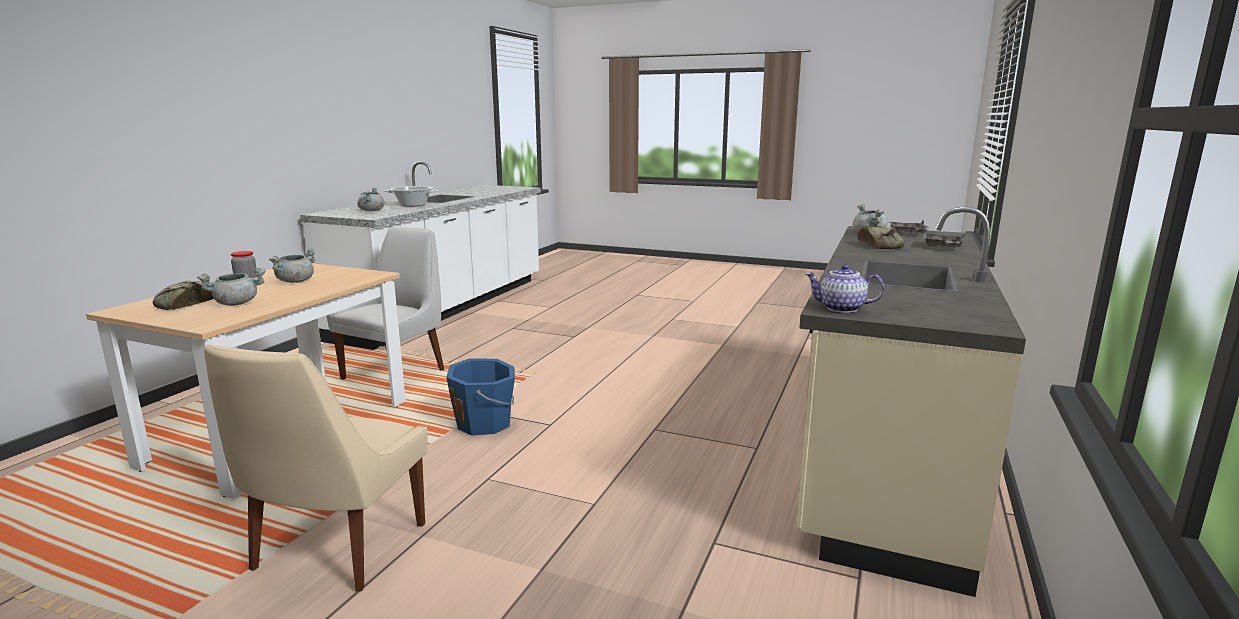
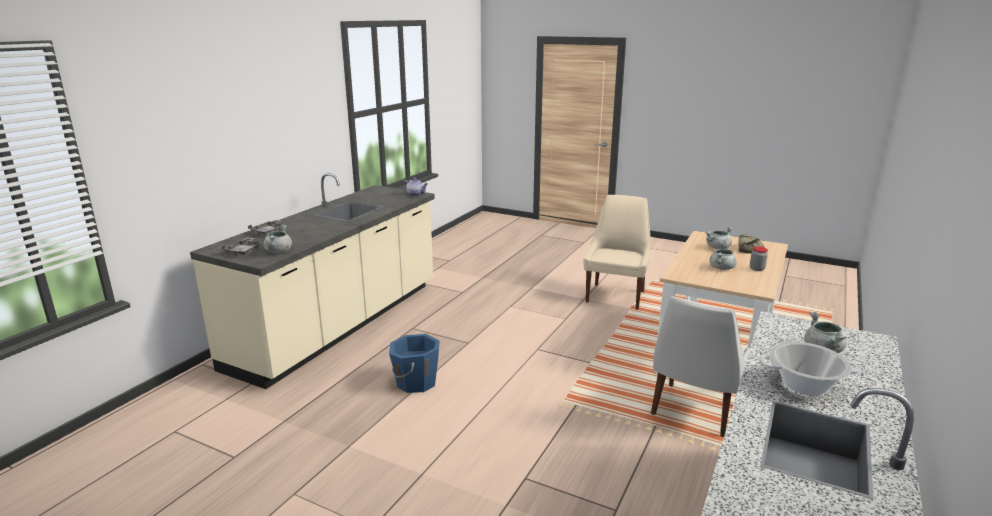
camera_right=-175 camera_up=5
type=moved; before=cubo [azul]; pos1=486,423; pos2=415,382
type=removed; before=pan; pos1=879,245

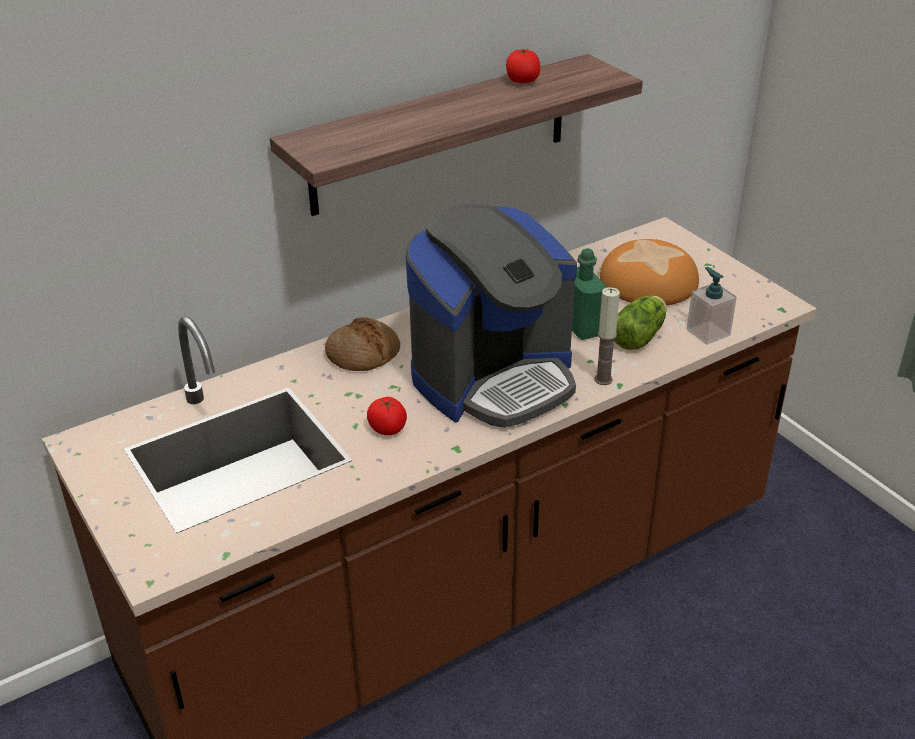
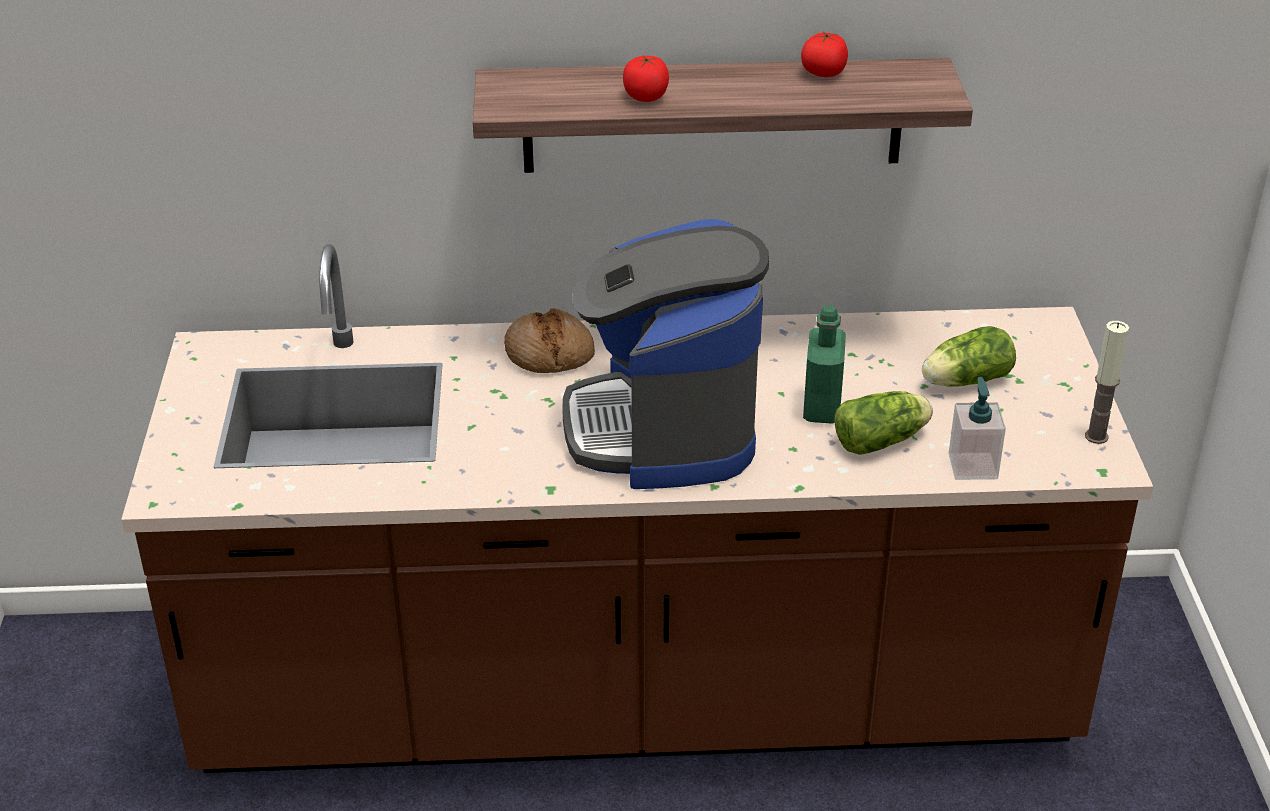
camera_right=30 camera_up=0
type=turned; before=cafetera; pos1=494,378; pos2=664,429; turn=90
type=moved; before=tomate; pos1=388,428; pos2=646,97
type=replaced; before=pan; after=lechuga; pos1=649,282; pos2=963,381
type=moved; before=vela; pos1=603,379; pos2=1096,436

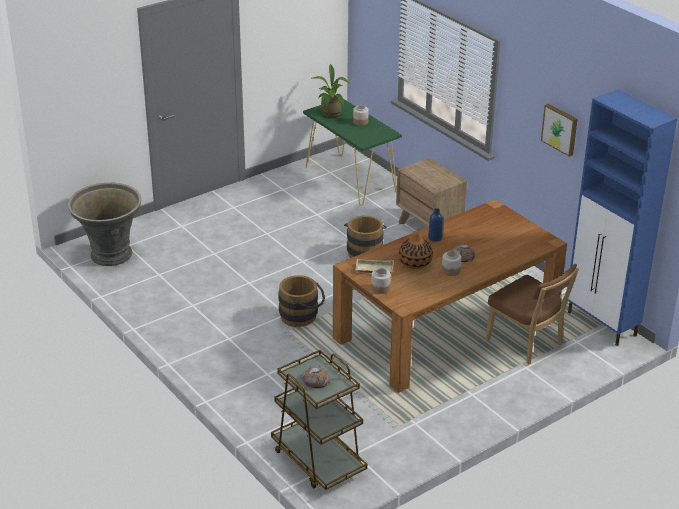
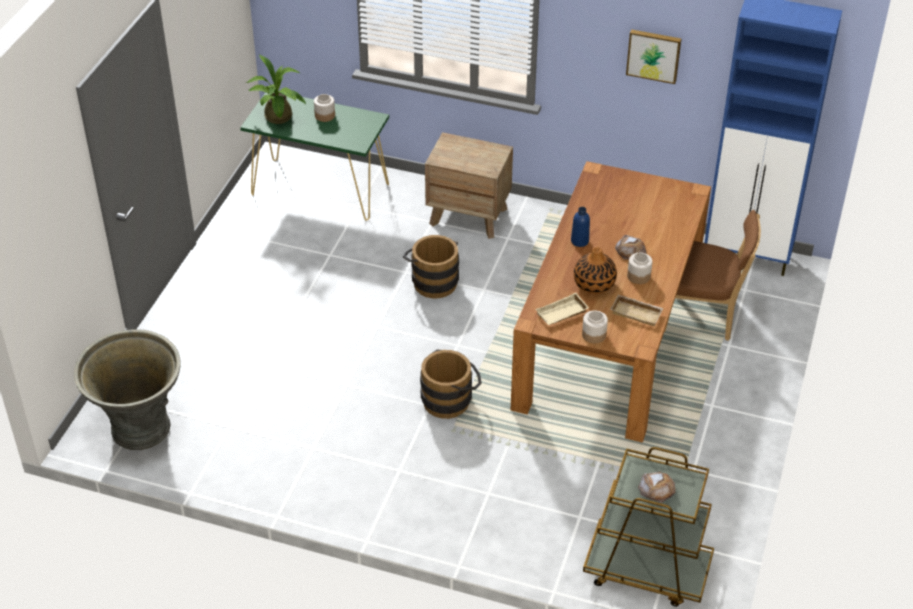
camera_right=-35 camera_up=10
type=added; after=bandeja [beis]; pos2=637,312

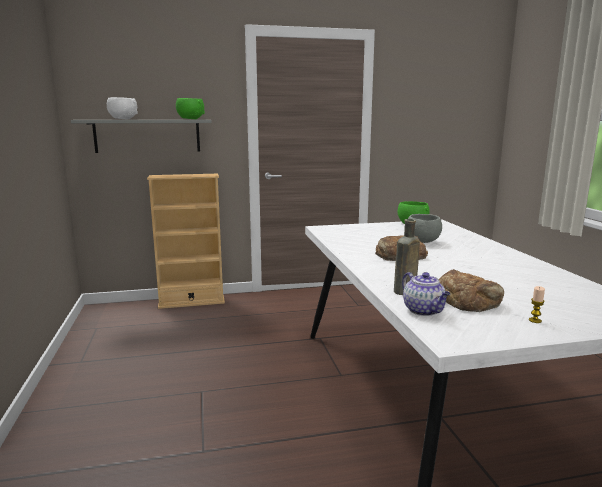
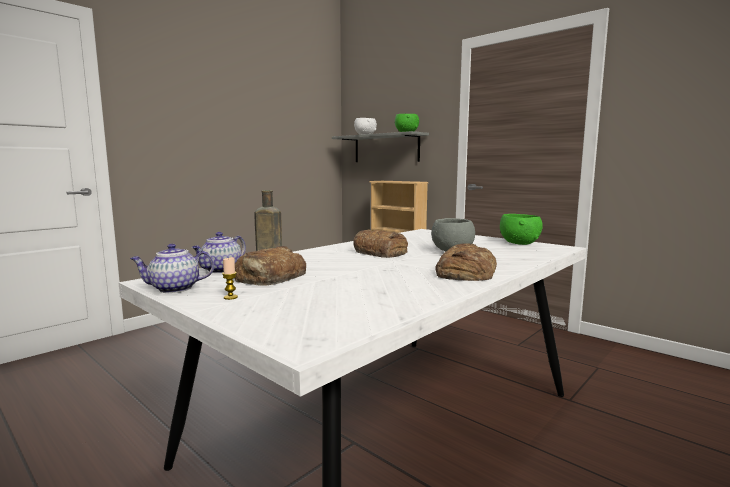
camera_right=55 camera_up=-5
type=added; after=tetera; pos2=174,289
type=added; after=pan; pos2=465,272

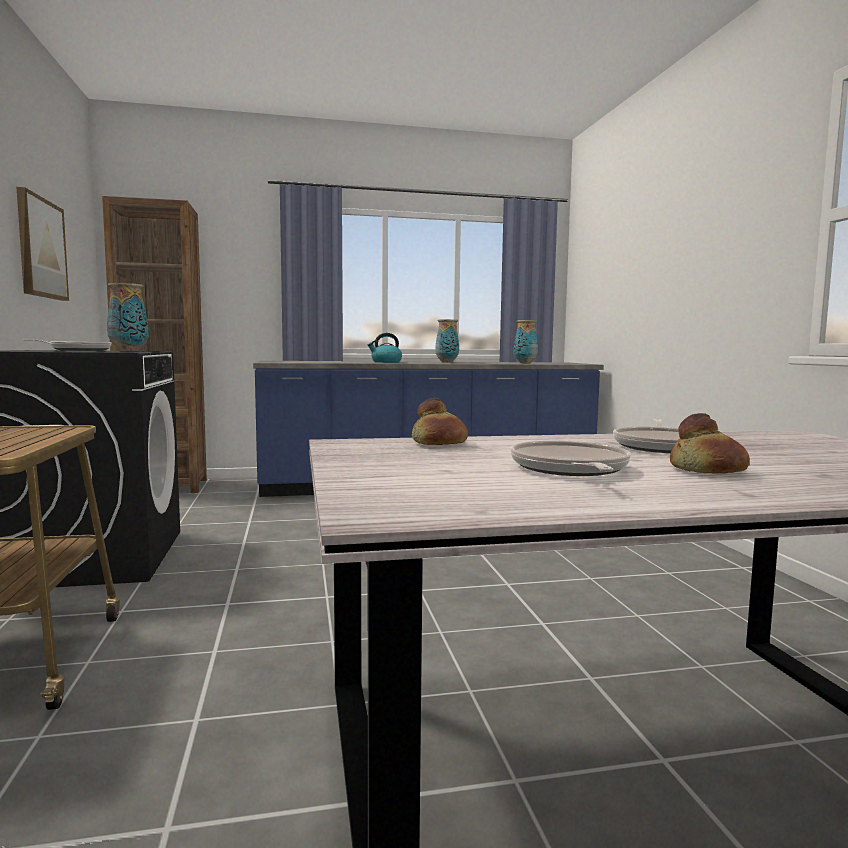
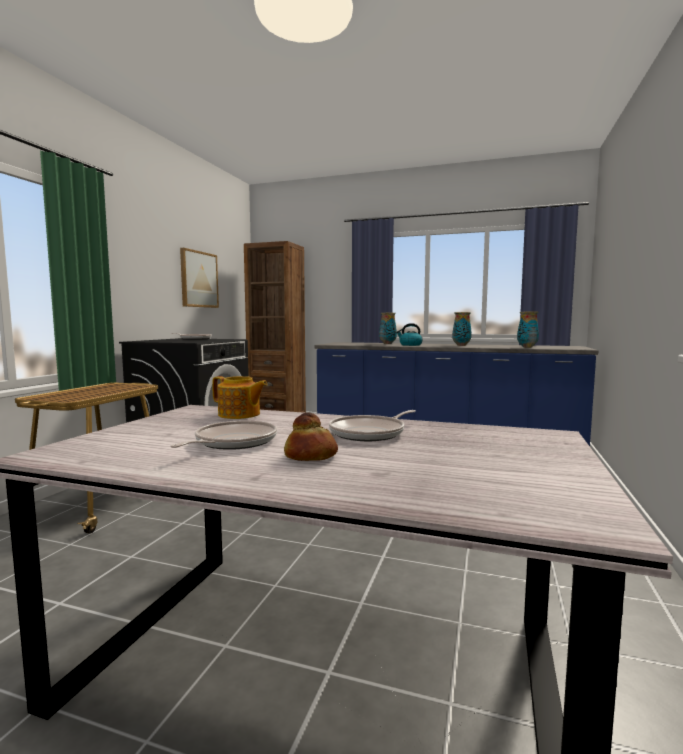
camera_right=30 camera_up=0
type=replaced; before=pan; after=tetera; pos1=438,443; pos2=239,415
type=moved; before=florero; pos1=129,351; pos2=387,343

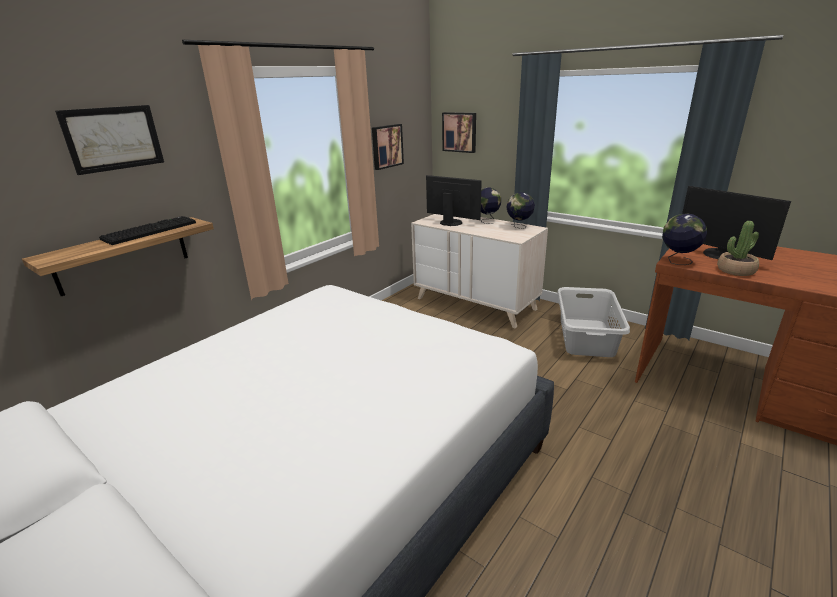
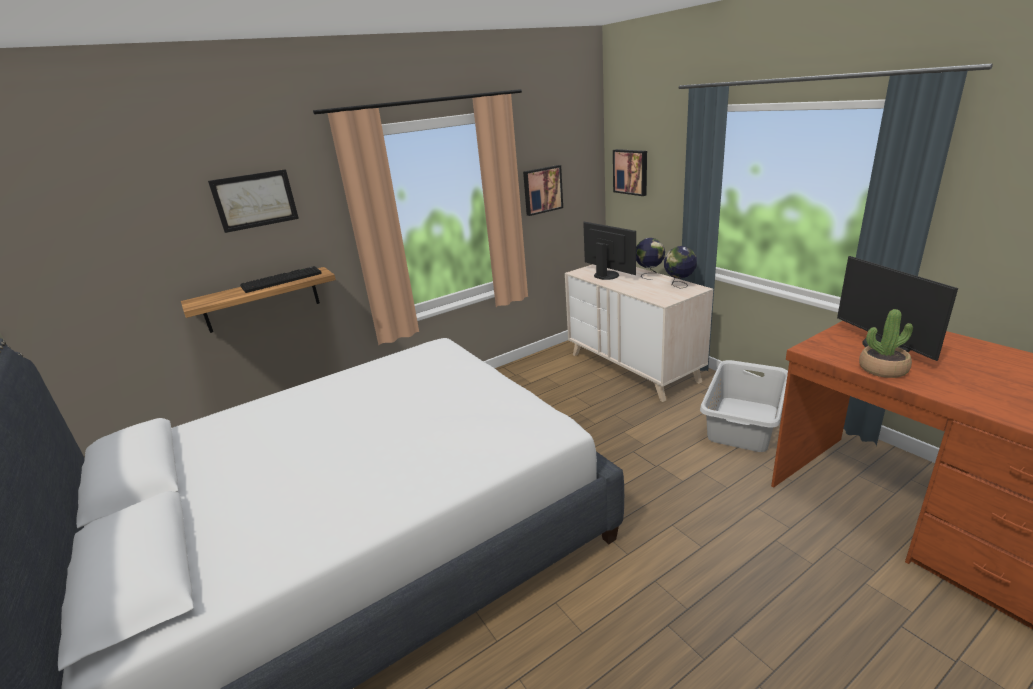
camera_right=20 camera_up=0
type=removed; before=globo terráqueo; pos1=677,261

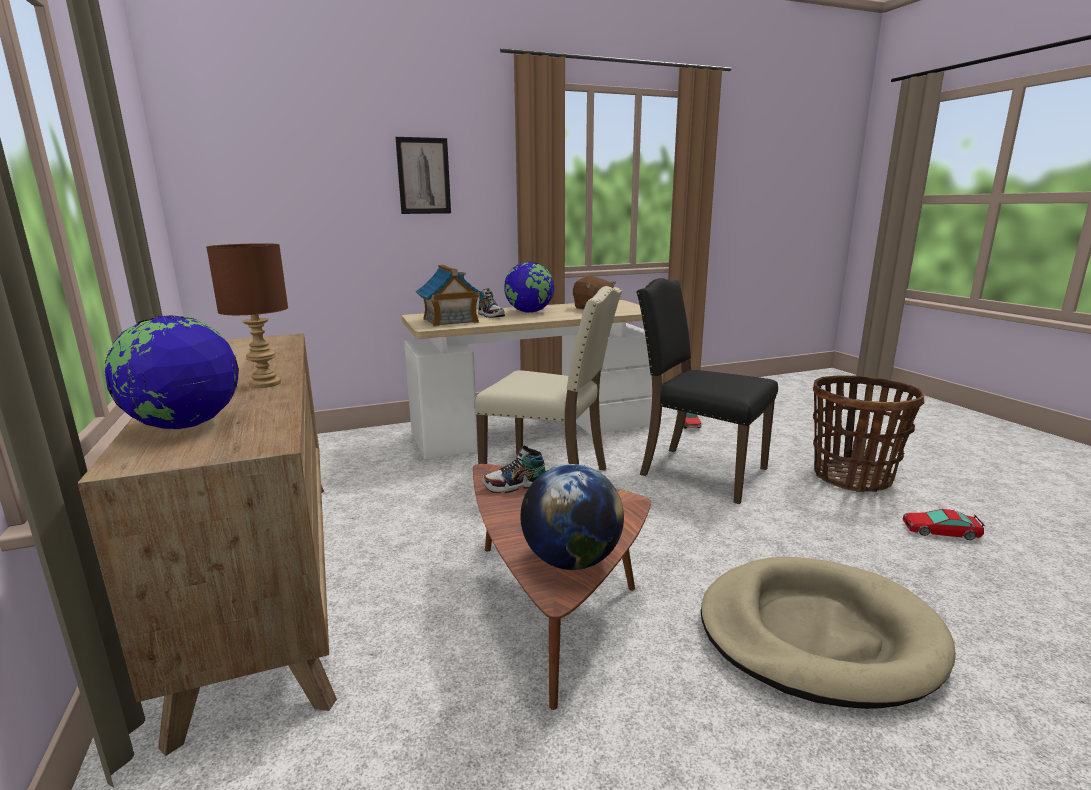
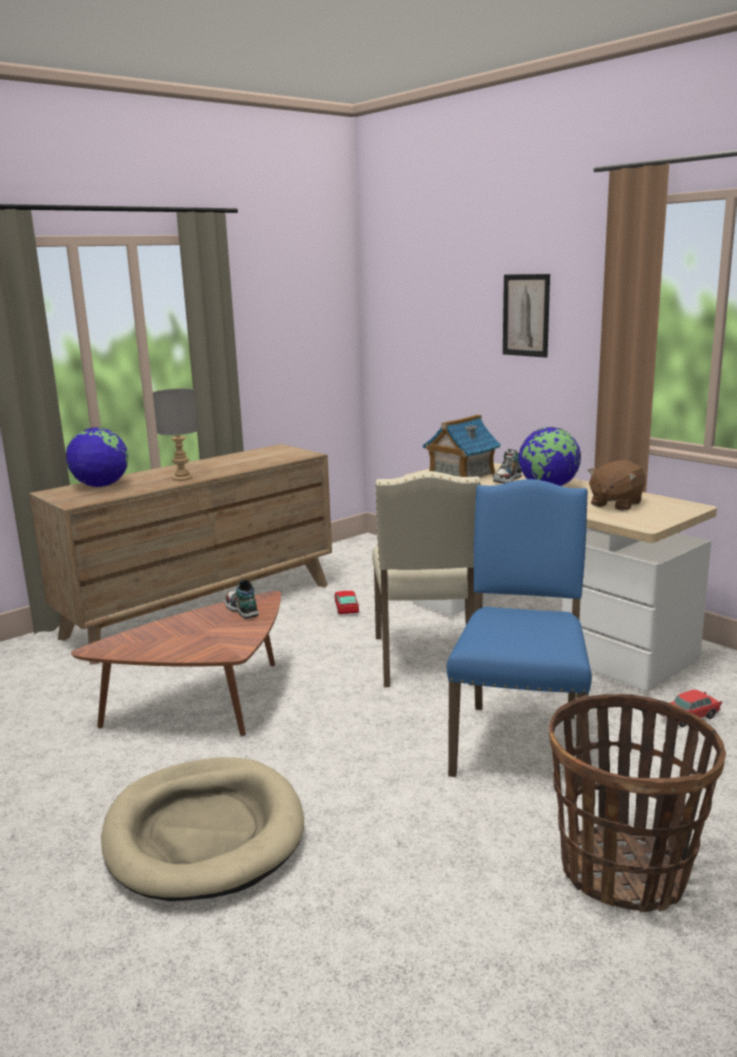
camera_right=70 camera_up=0
type=recoloured; before=lámpara de mesa [marrón]; after=lámpara de mesa [gris]; pos1=266,383; pos2=183,478
type=moved; before=coche de juguete; pos1=940,531; pos2=347,607
type=recoloured; before=silla [negro]; after=silla [azul]; pos1=699,472; pos2=520,742
type=removed; before=globo terráqueo; pos1=571,561

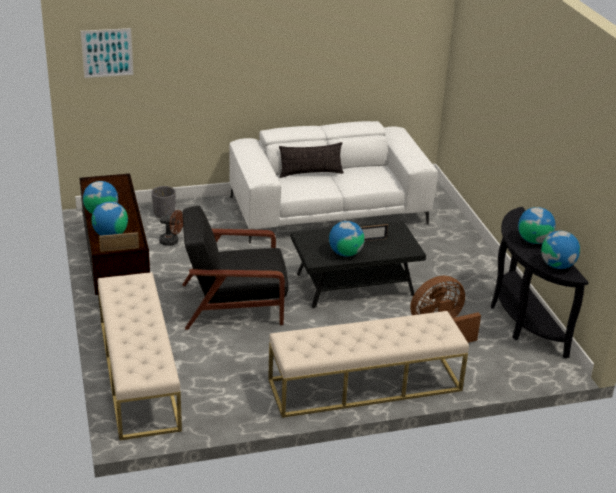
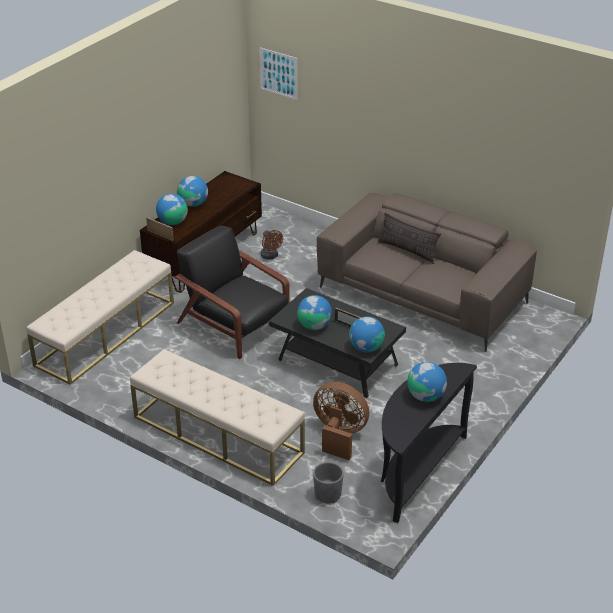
camera_right=50 camera_up=5
type=moved; before=maceta [gris]; pos1=164,213; pos2=327,494
type=recoloured; before=sofá [blanco]; after=sofá [marrón]; pos1=328,211; pos2=422,295
type=moved; before=globo terráqueo; pos1=557,265; pos2=366,348

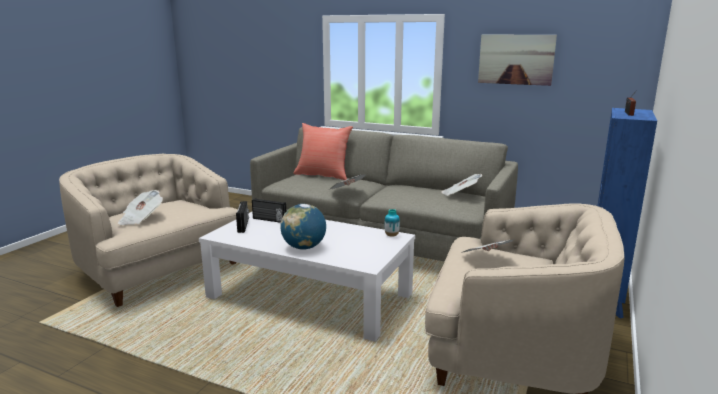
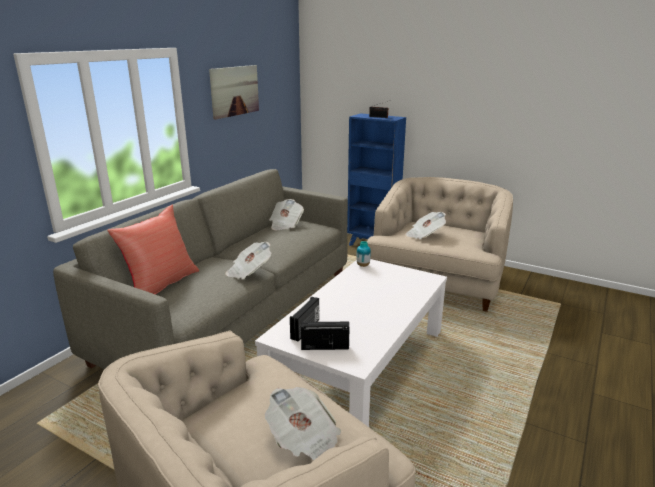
camera_right=-85 camera_up=5
type=removed; before=globo terráqueo; pos1=304,247

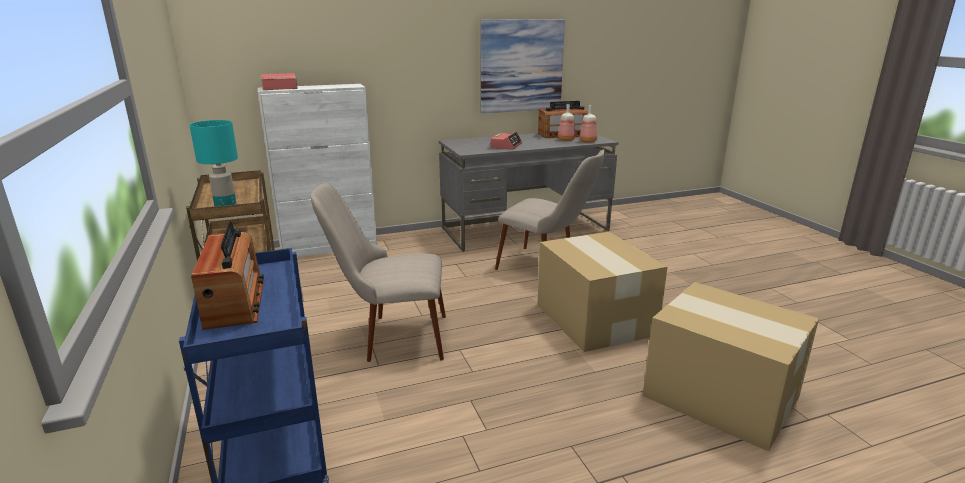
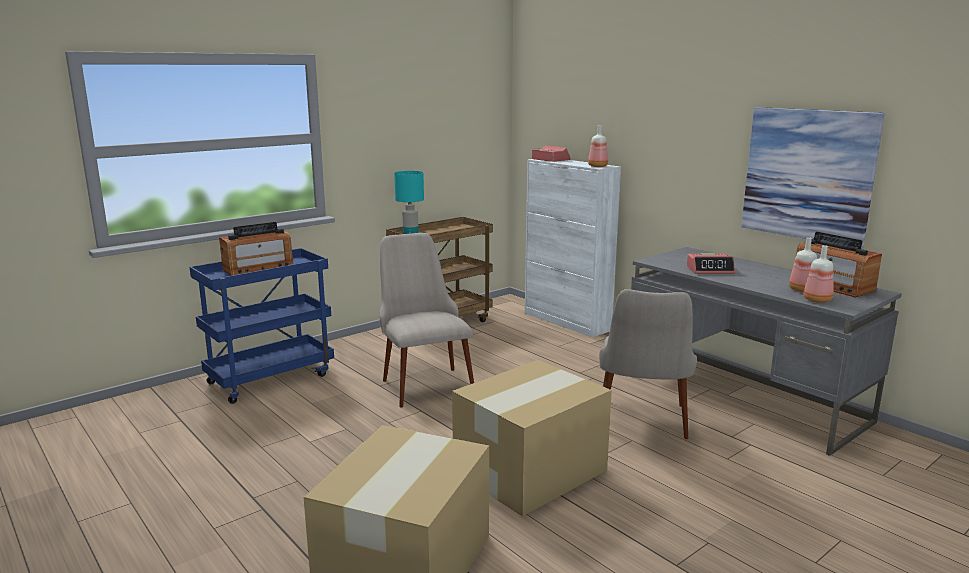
camera_right=70 camera_up=-5
type=added; after=botella; pos2=598,166

